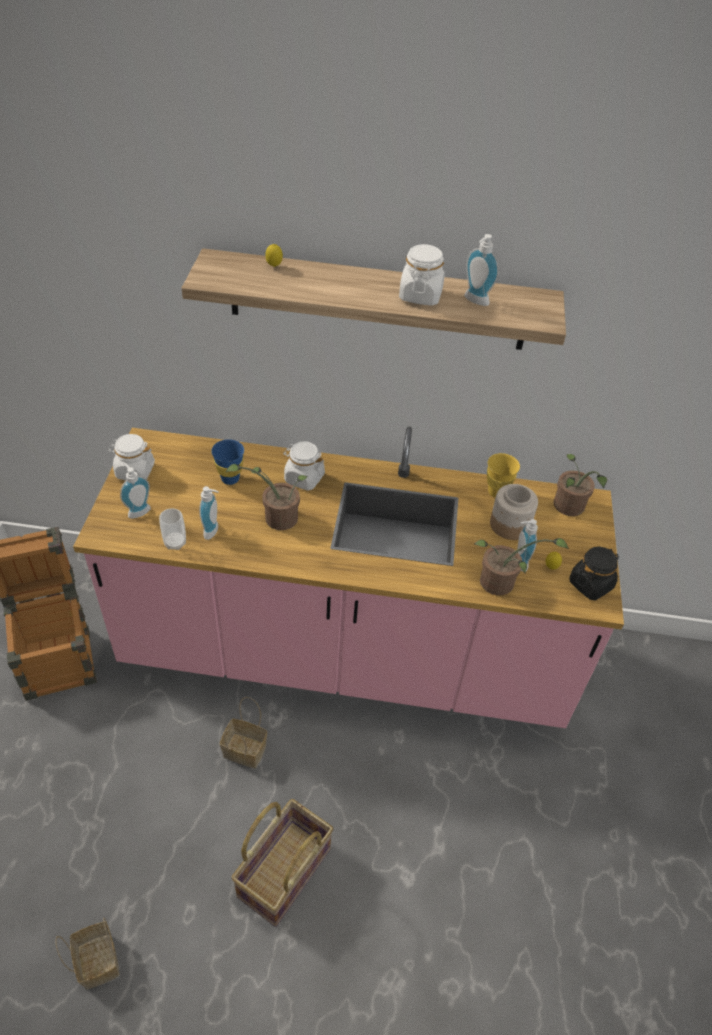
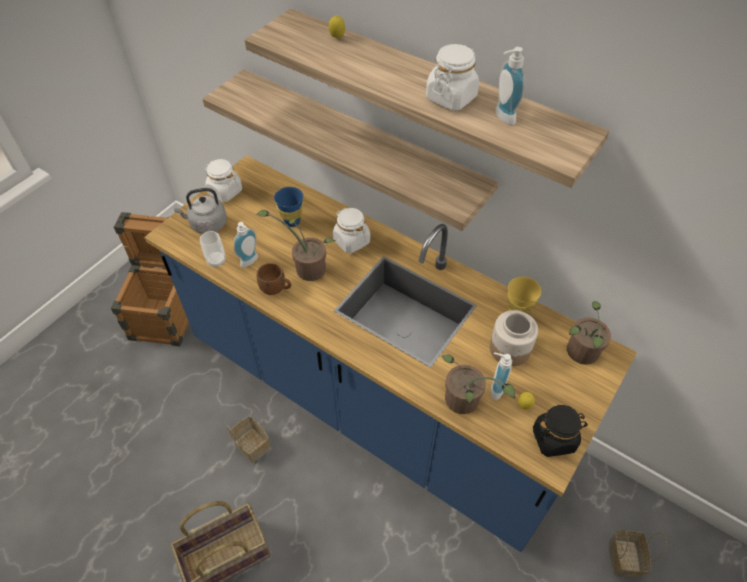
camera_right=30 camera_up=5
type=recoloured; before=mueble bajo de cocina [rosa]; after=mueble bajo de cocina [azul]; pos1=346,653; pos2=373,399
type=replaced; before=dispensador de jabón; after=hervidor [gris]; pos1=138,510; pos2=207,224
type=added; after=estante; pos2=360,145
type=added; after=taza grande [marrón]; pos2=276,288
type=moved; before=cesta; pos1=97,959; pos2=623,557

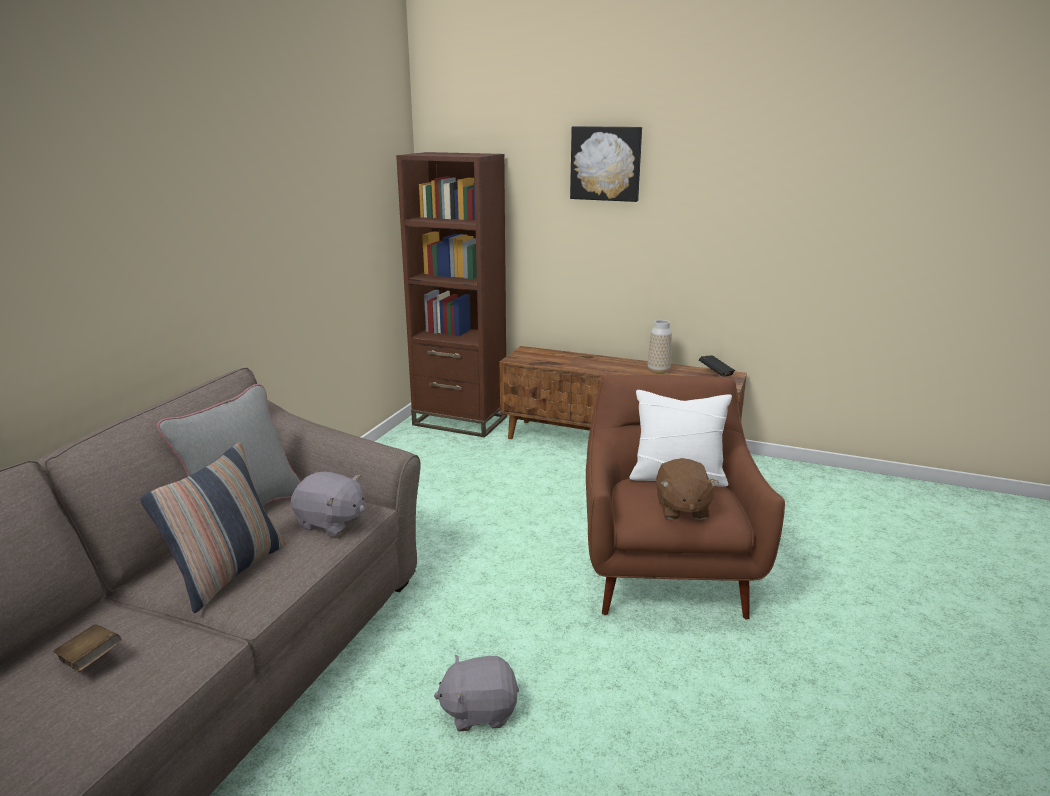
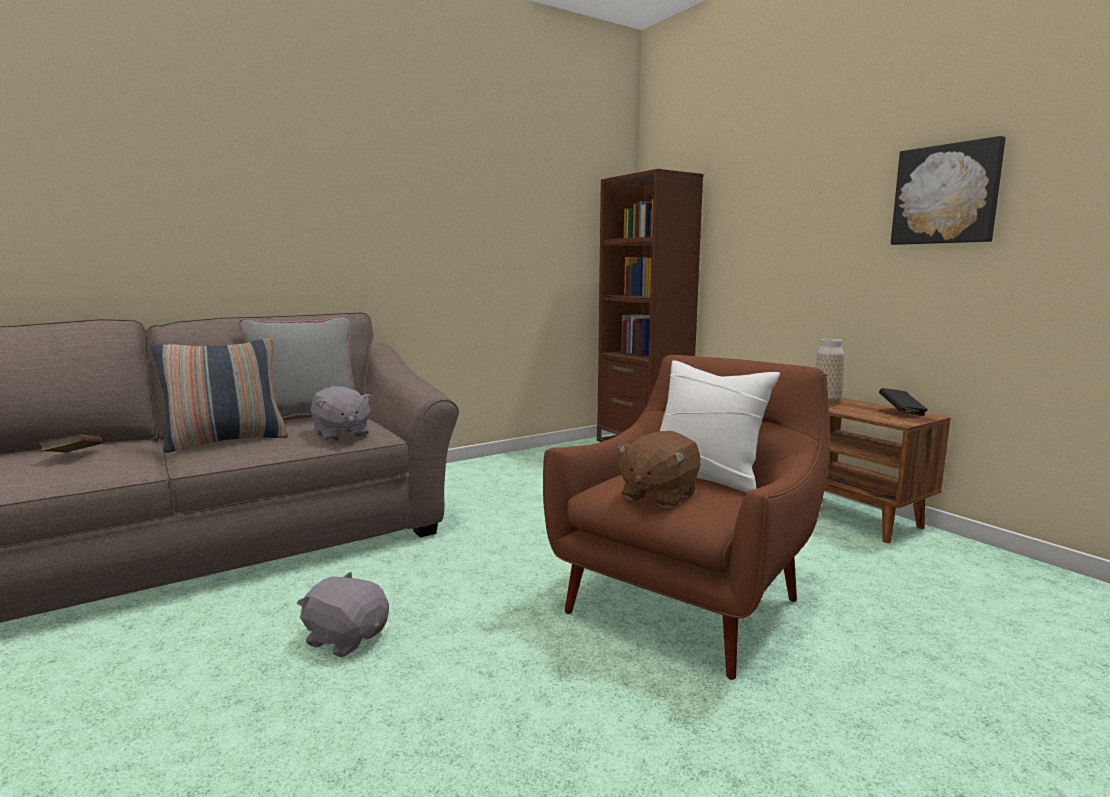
camera_right=35 camera_up=-10
type=moved; before=cuadro; pos1=606,163; pos2=946,194

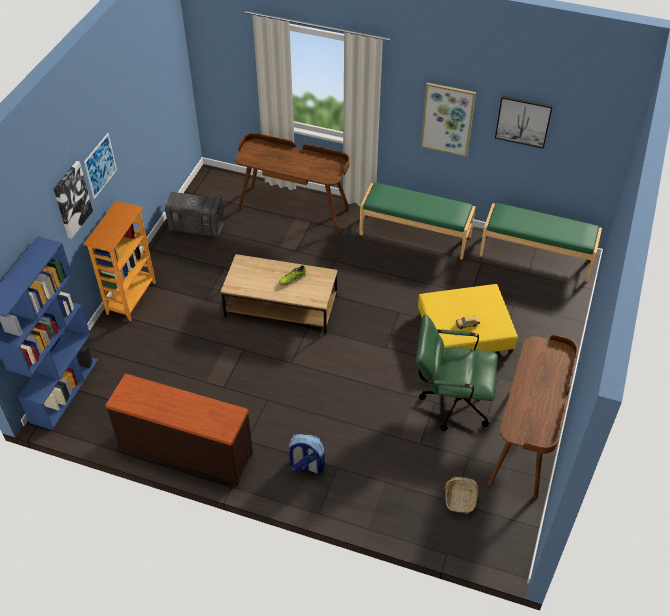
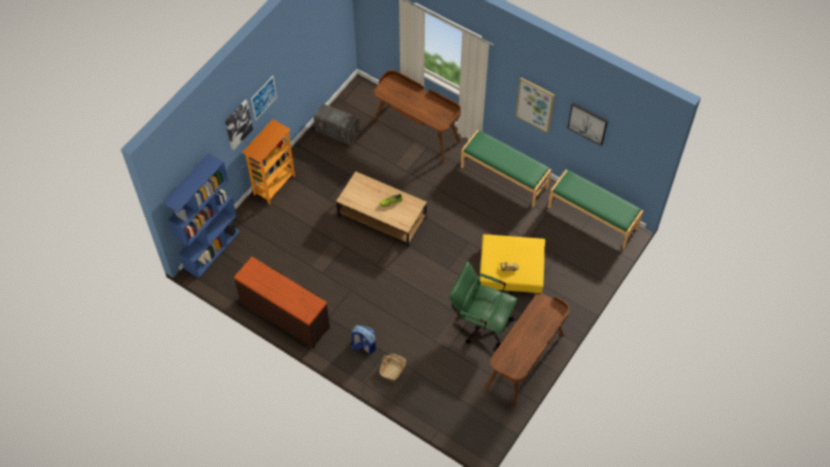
camera_right=15 camera_up=10
type=moved; before=cesta; pos1=460,498; pos2=393,369

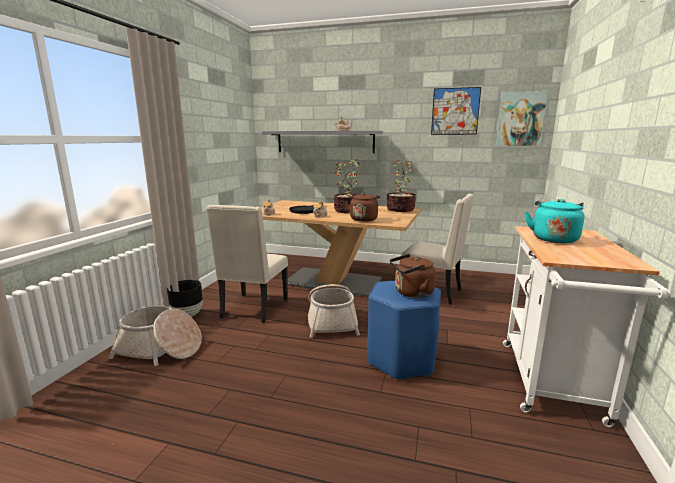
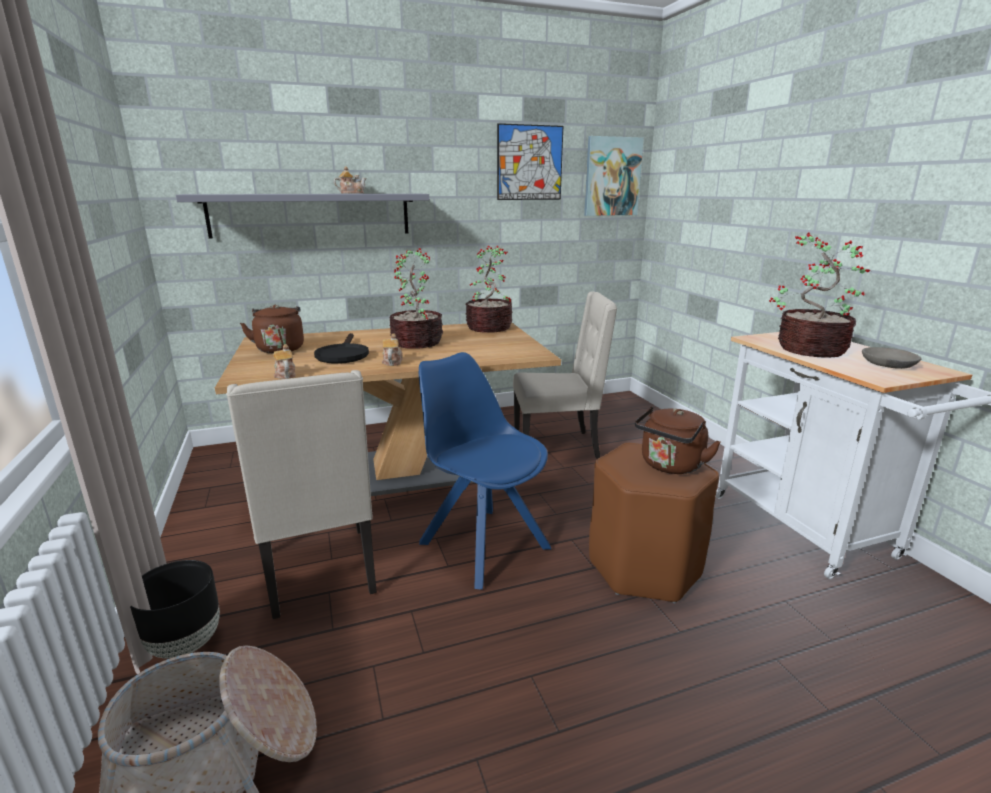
camera_right=-35 camera_up=5
type=moved; before=hervidor [marrón]; pos1=363,219; pos2=280,348
type=replaced; before=cesta; after=silla [azul]; pos1=331,321; pos2=482,543
type=recoloured; before=taburete [azul]; after=taburete [marrón]; pos1=402,360; pos2=645,567
type=replaced; before=hervidor [turquesa]; after=planta en maceta; pos1=553,239; pos2=808,349
type=added; after=cuenco [gris]; pos2=888,365

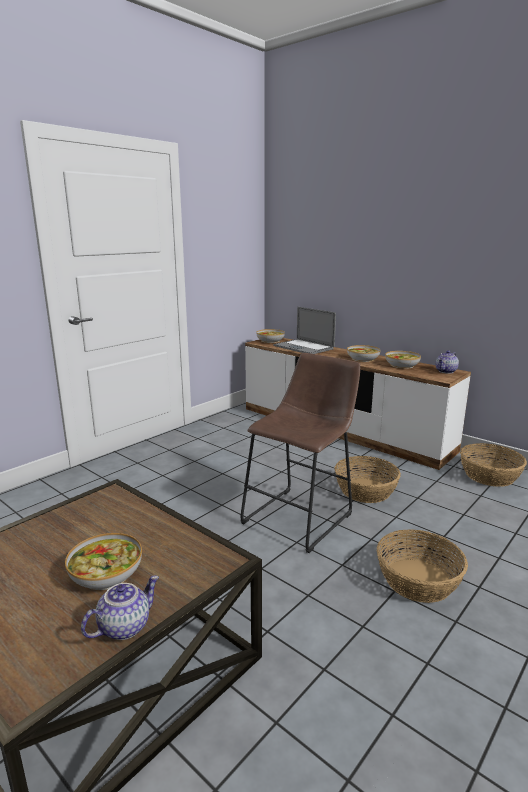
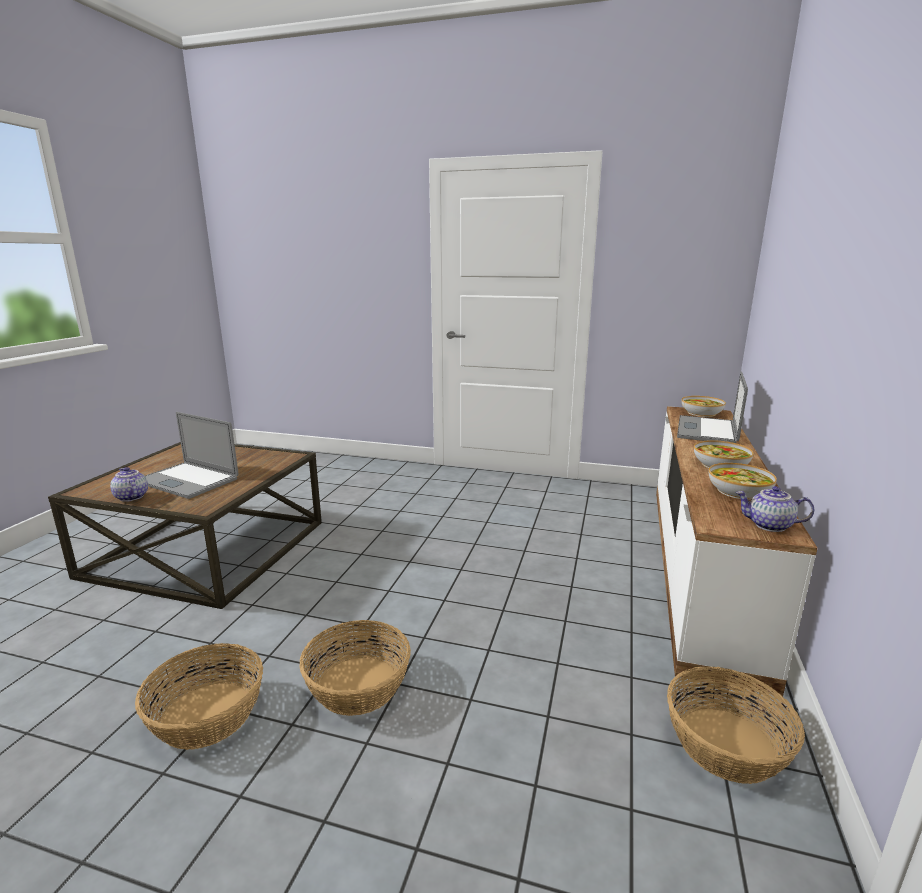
camera_right=65 camera_up=0
type=turned; before=tetera; pos1=124,626; pos2=130,497; turn=-150
type=moved; before=cesta; pos1=366,491; pos2=207,715
type=replaced; before=cuenco; after=portátil; pos1=106,573; pos2=187,480
type=removed; before=taburete [marrón]; pos1=301,516

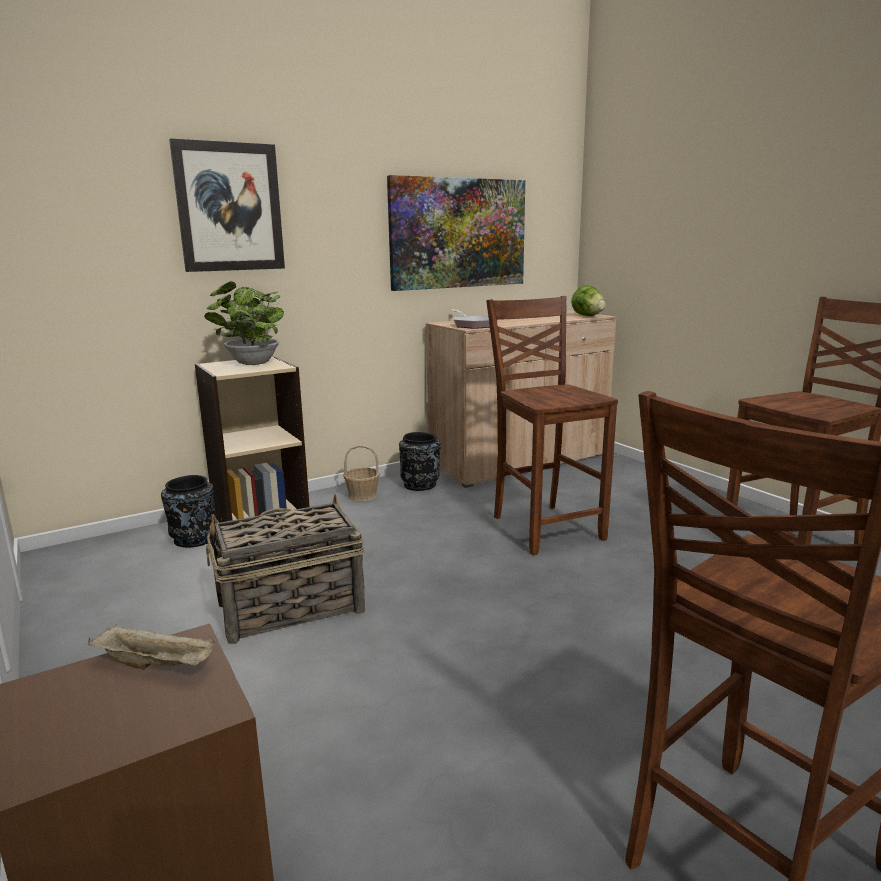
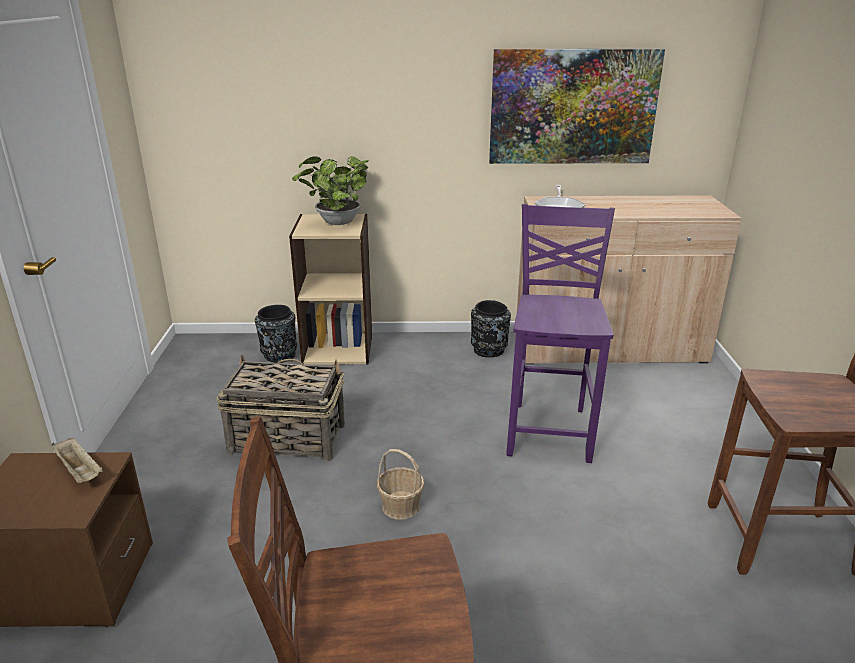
camera_right=30 camera_up=10
type=moved; before=cesta; pos1=362,495; pos2=400,506
type=recoloured; before=silla [marrón]; after=silla [morado]; pos1=545,527; pos2=550,430
type=removed; before=cuadro; pos1=229,207
type=removed; before=lechuga; pos1=587,316

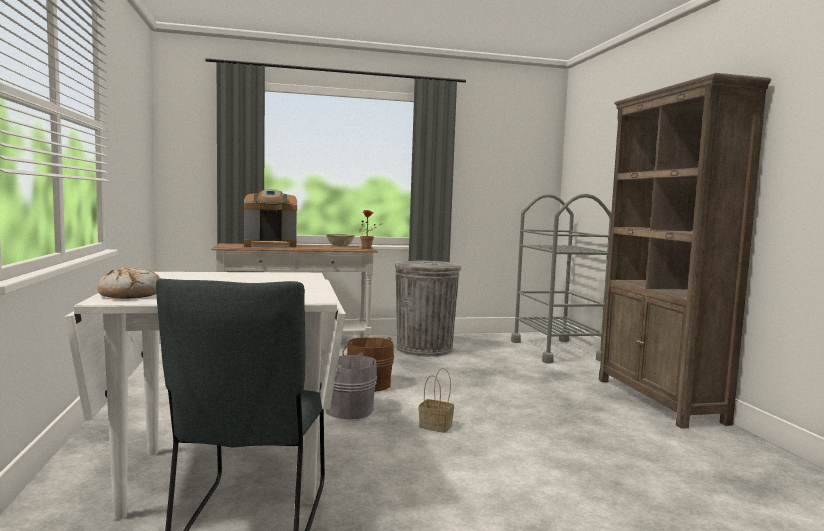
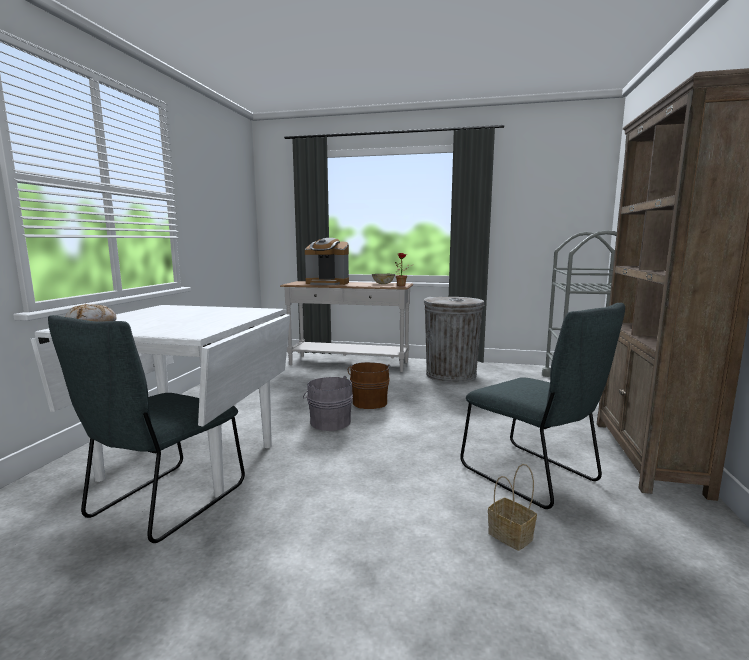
camera_right=25 camera_up=5
type=added; after=silla [gris]; pos2=533,476
type=moved; before=cesta; pos1=437,426; pos2=512,536

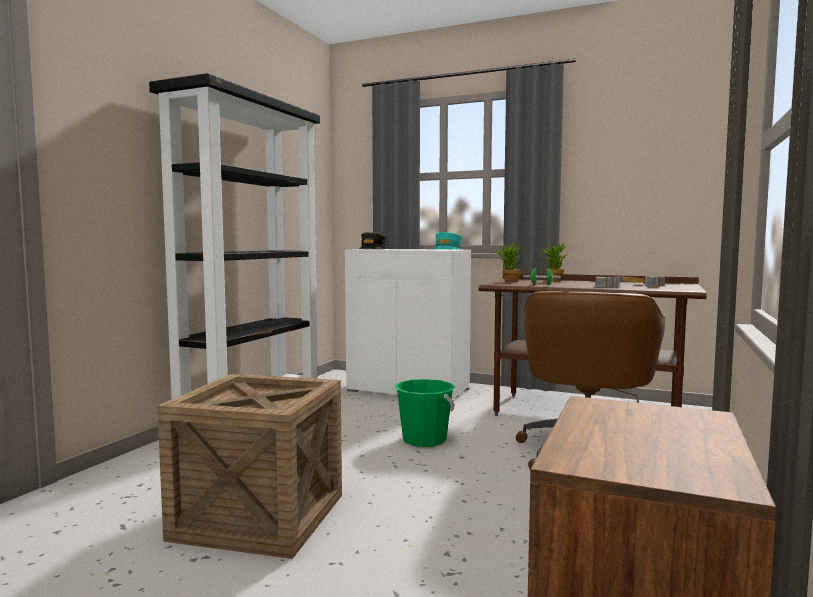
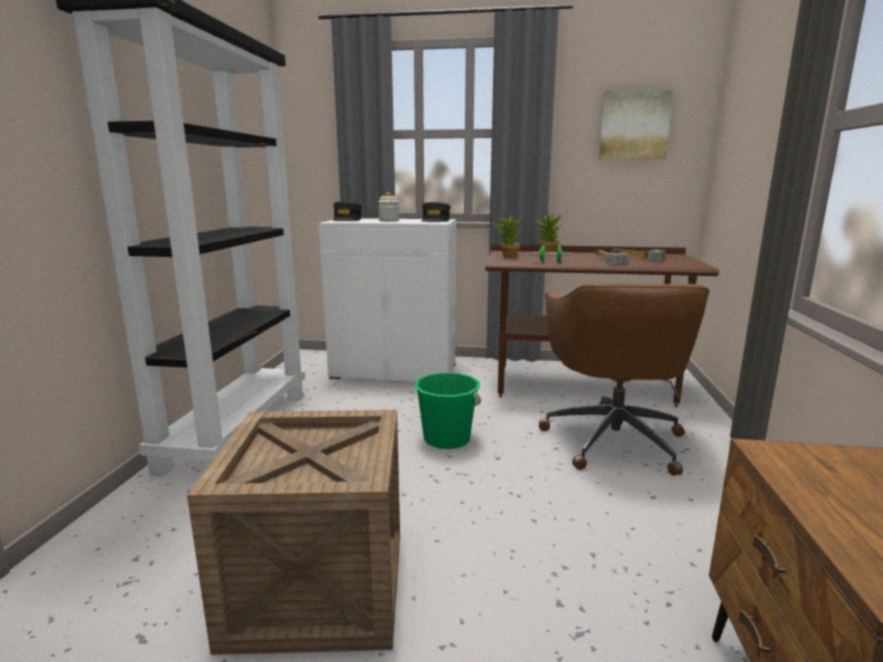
camera_right=-15 camera_up=10
type=added; after=tarro; pos2=389,221
type=recoloured; before=gorra [turquesa]; after=gorra [gris]; pos1=447,249; pos2=435,221
type=added; after=cuadro; pos2=634,125

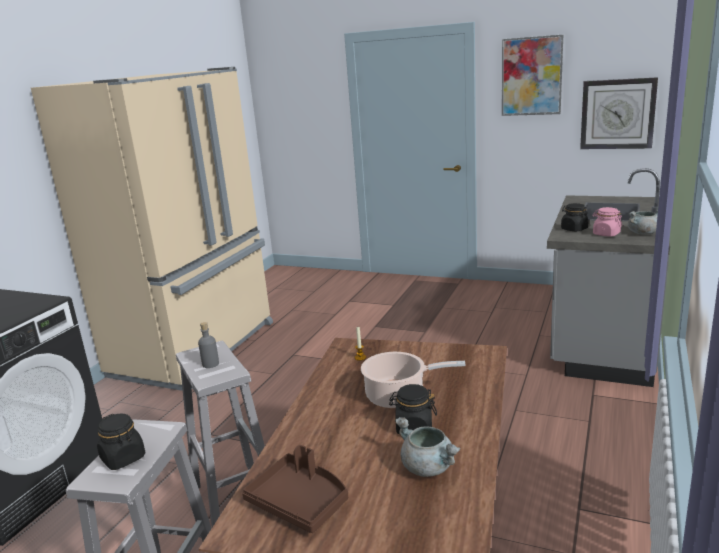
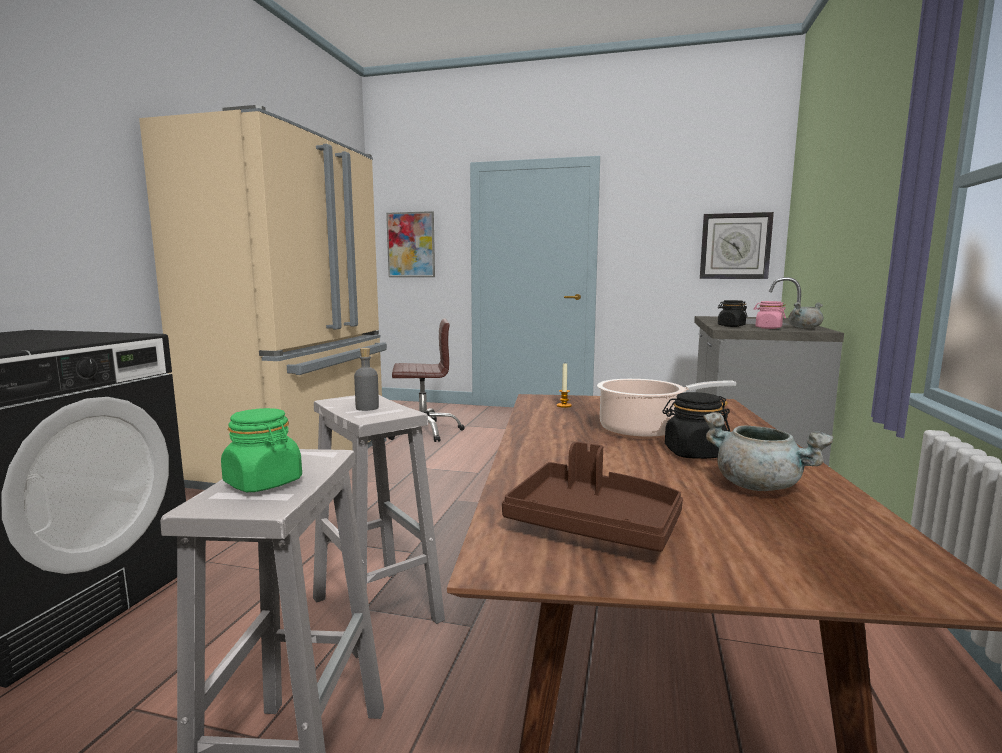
camera_right=-10 camera_up=-10
type=recoloured; before=tarro [negro]; after=tarro [verde]; pos1=123,458; pos2=264,483
type=moved; before=cuadro; pos1=531,76; pos2=411,245
type=added; after=silla de oficina [marrón]; pos2=423,431

